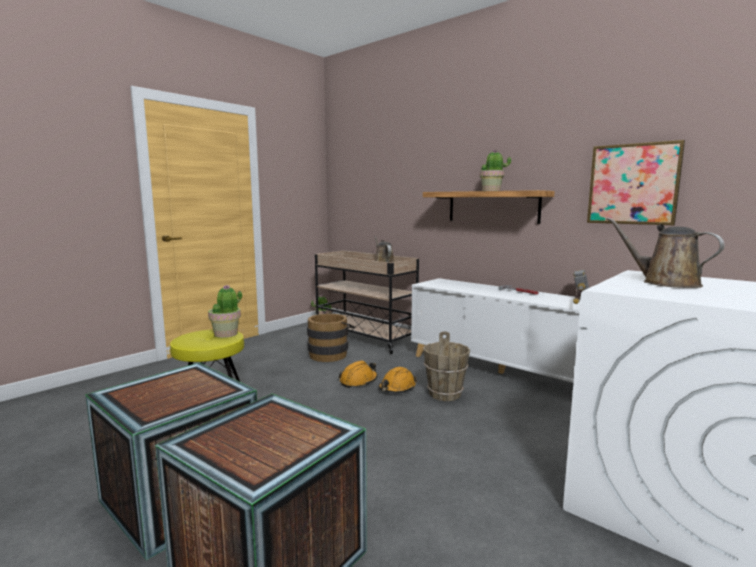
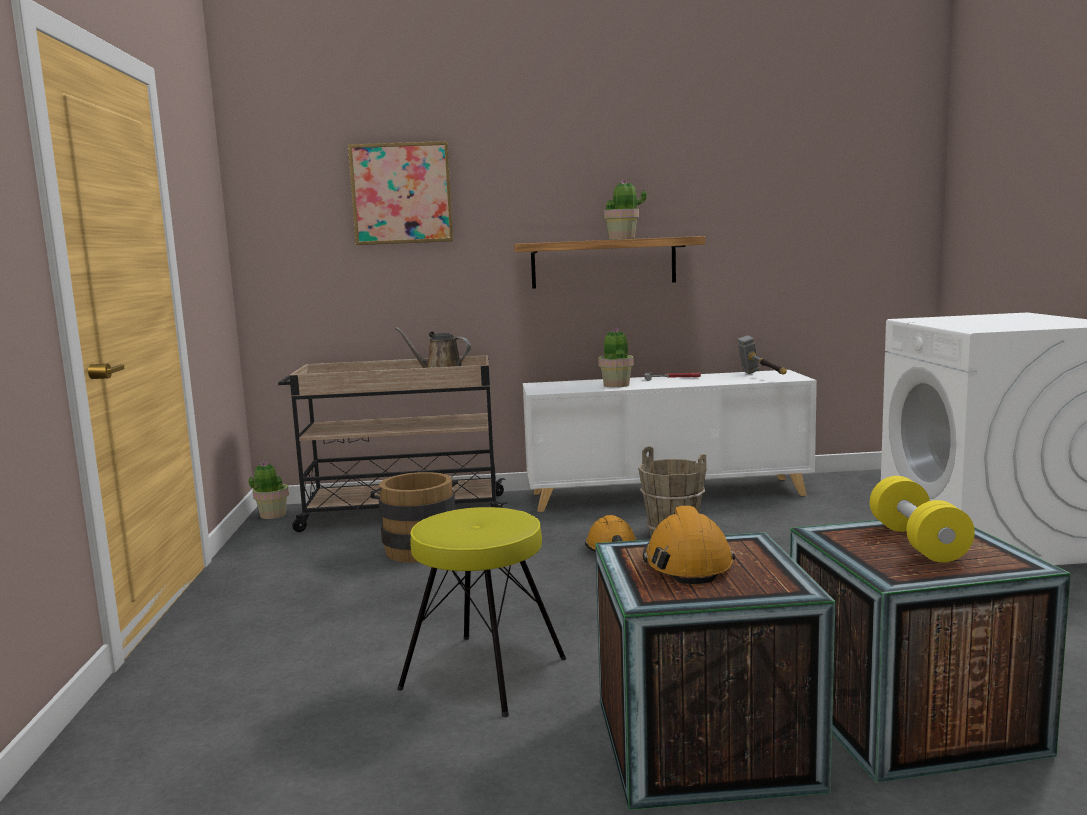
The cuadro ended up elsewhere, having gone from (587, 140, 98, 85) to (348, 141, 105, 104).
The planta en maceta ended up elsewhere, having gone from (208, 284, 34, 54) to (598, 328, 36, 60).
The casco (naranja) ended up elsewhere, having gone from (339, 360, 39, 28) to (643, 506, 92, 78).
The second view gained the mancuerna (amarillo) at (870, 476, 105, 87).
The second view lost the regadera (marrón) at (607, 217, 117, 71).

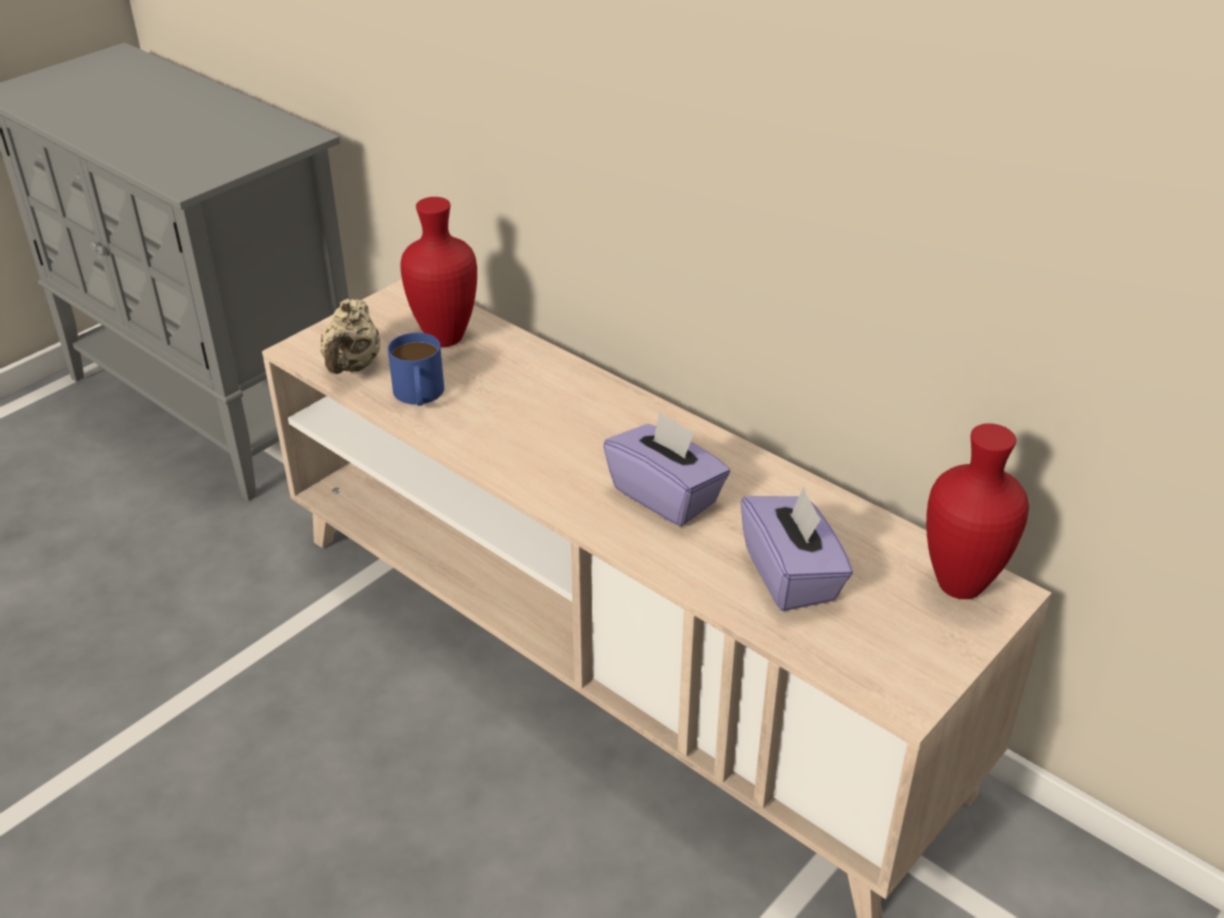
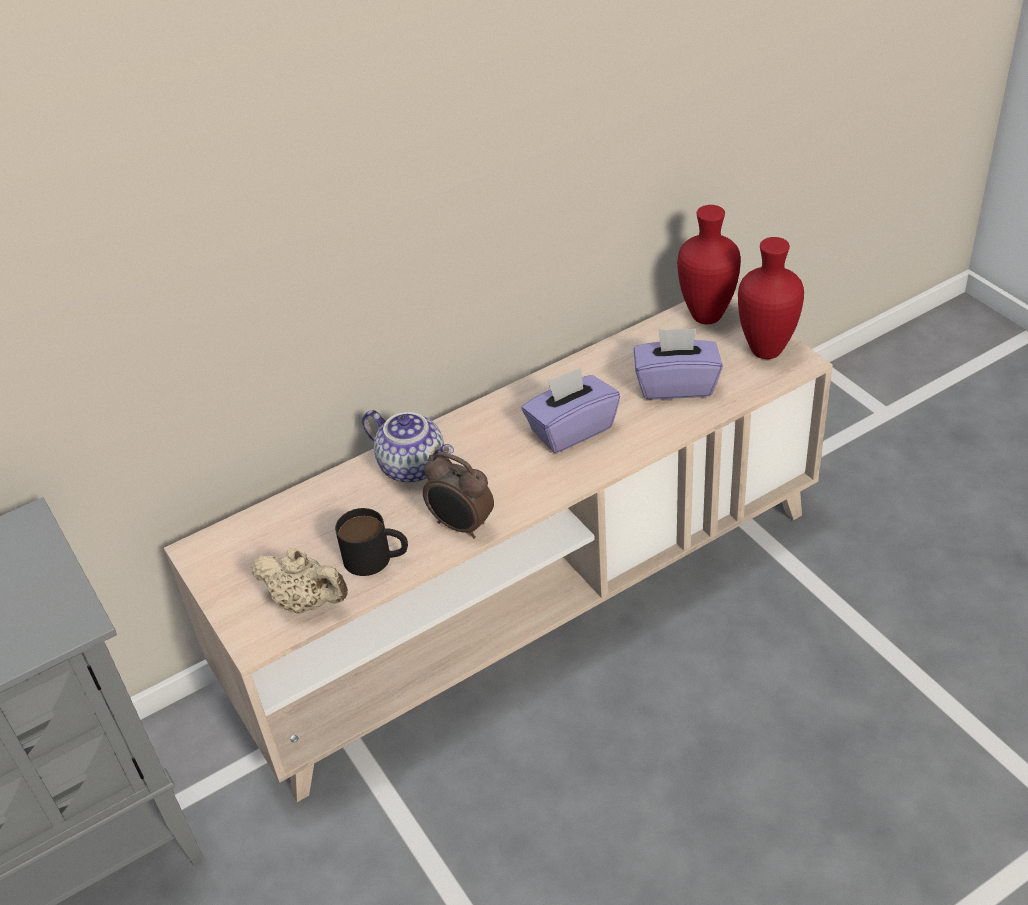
What was the taza grande (azul) at (388, 333, 56, 73) turned into the taza grande (negro) at (335, 508, 73, 68).
The second view gained the tetera at (362, 410, 92, 73).
The second view gained the despertador at (423, 452, 71, 87).
The florero (rojo) ended up elsewhere, having gone from (400, 197, 77, 150) to (738, 237, 66, 122).

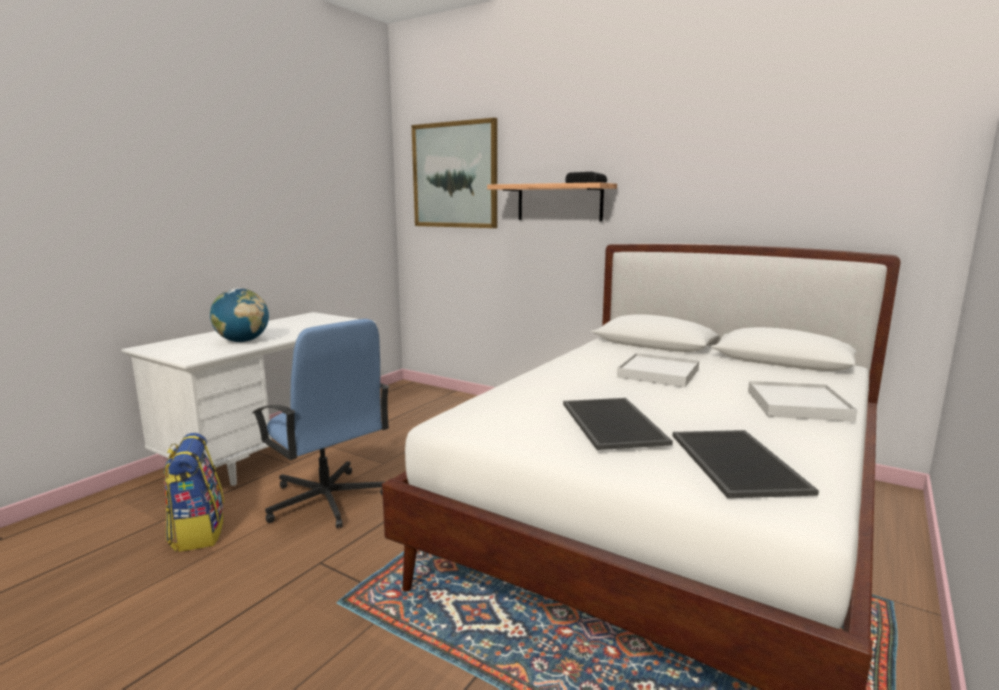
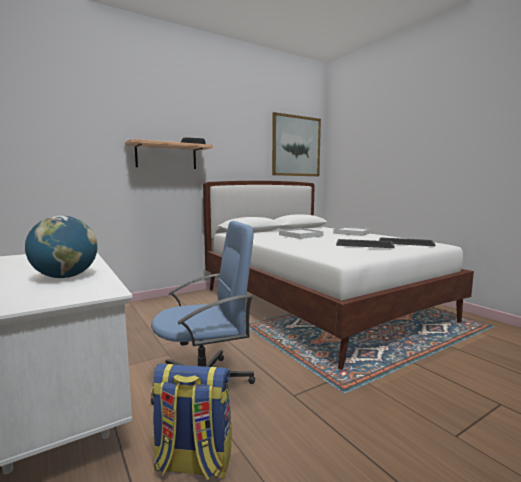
The cuadro ended up elsewhere, having gone from (412, 118, 85, 110) to (272, 112, 49, 64).

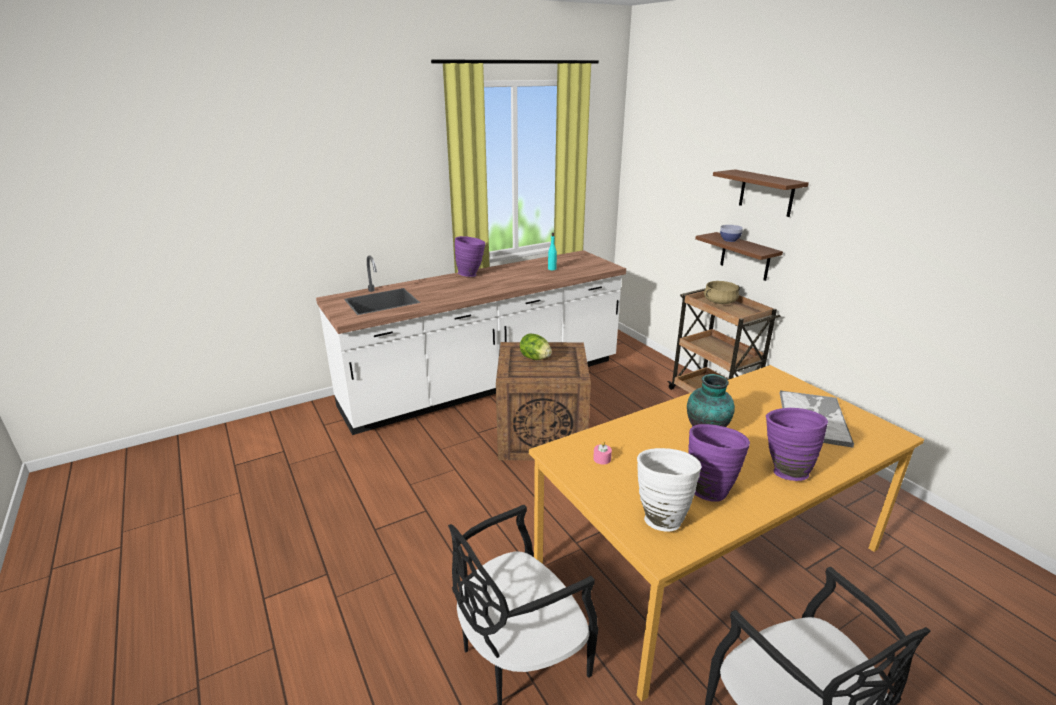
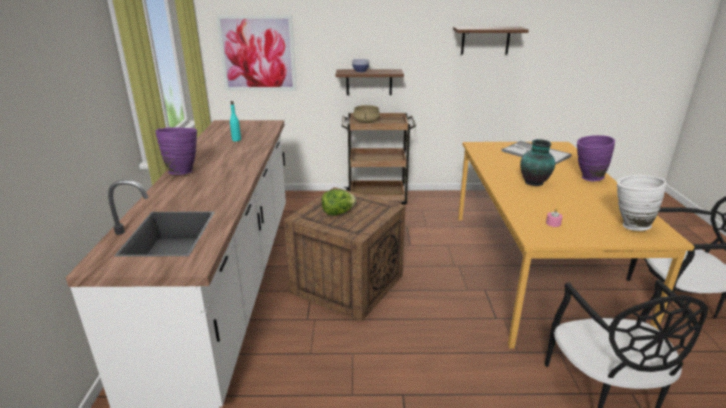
The second view gained the cuadro at (216, 15, 80, 76).
The estante (marrón) ended up elsewhere, having gone from (713, 169, 96, 48) to (453, 27, 76, 28).
The second view lost the florero (morado) at (688, 424, 62, 78).

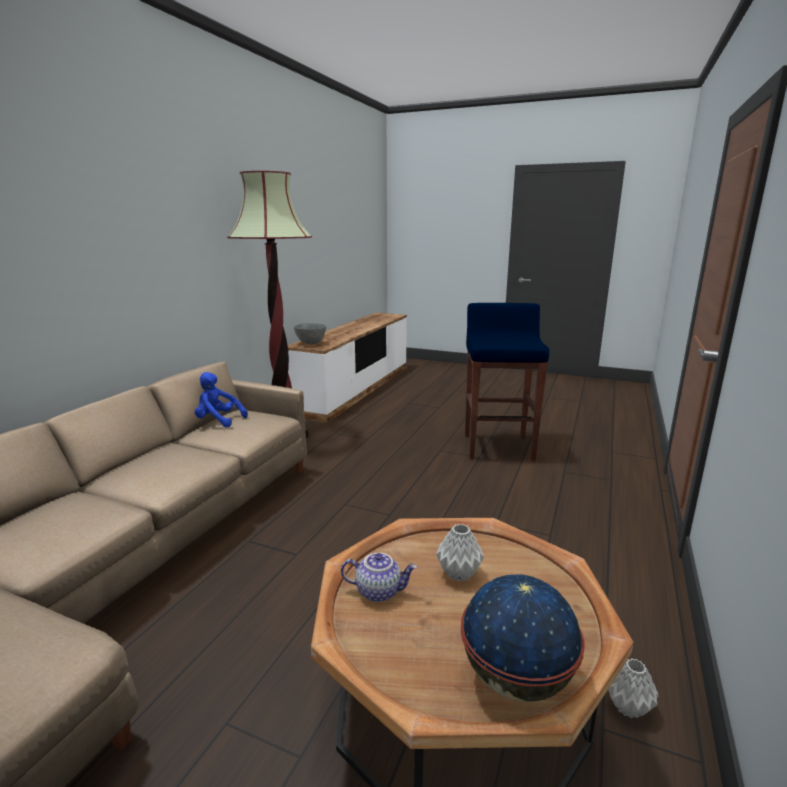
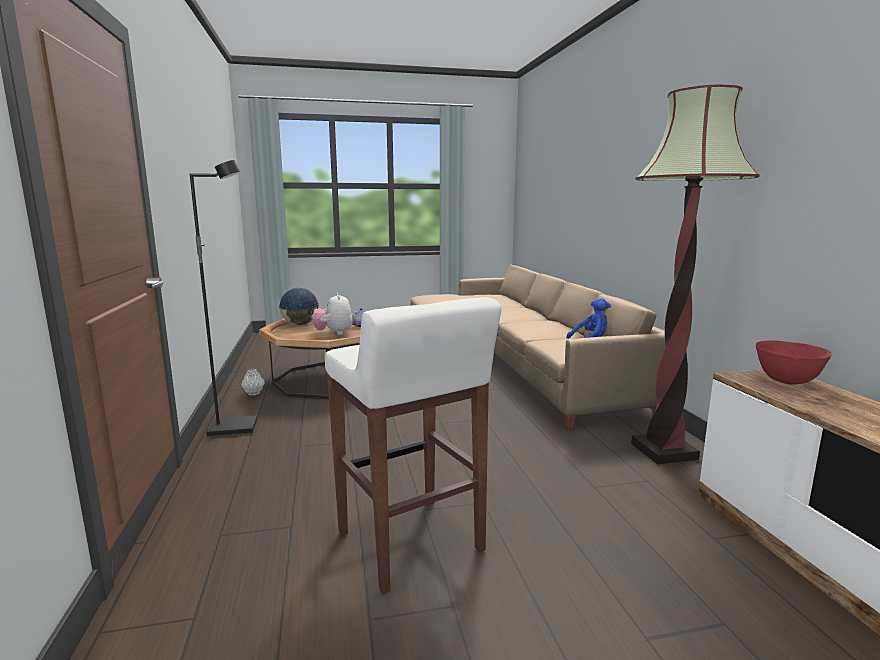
The second view gained the lámpara de pie (negro) at (190, 160, 67, 277).
Where the florero (gris) stood at (436, 524, 48, 58), the peluche came to stand at (313, 293, 40, 42).
What was the taburete (azul) at (465, 303, 84, 158) turned into the taburete (blanco) at (325, 297, 177, 297).
What was the cuenco (gris) at (294, 323, 32, 21) turned into the cuenco (rojo) at (756, 340, 76, 45).

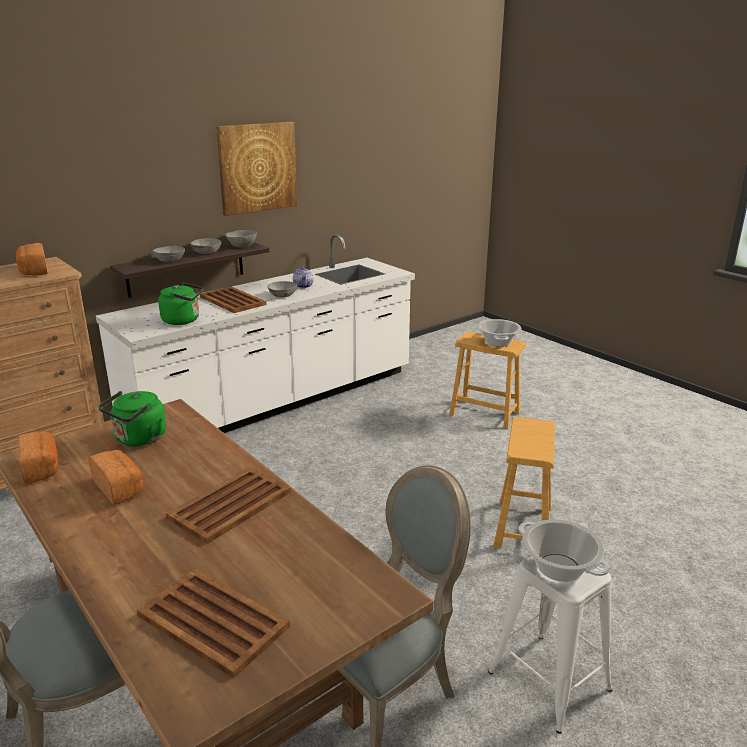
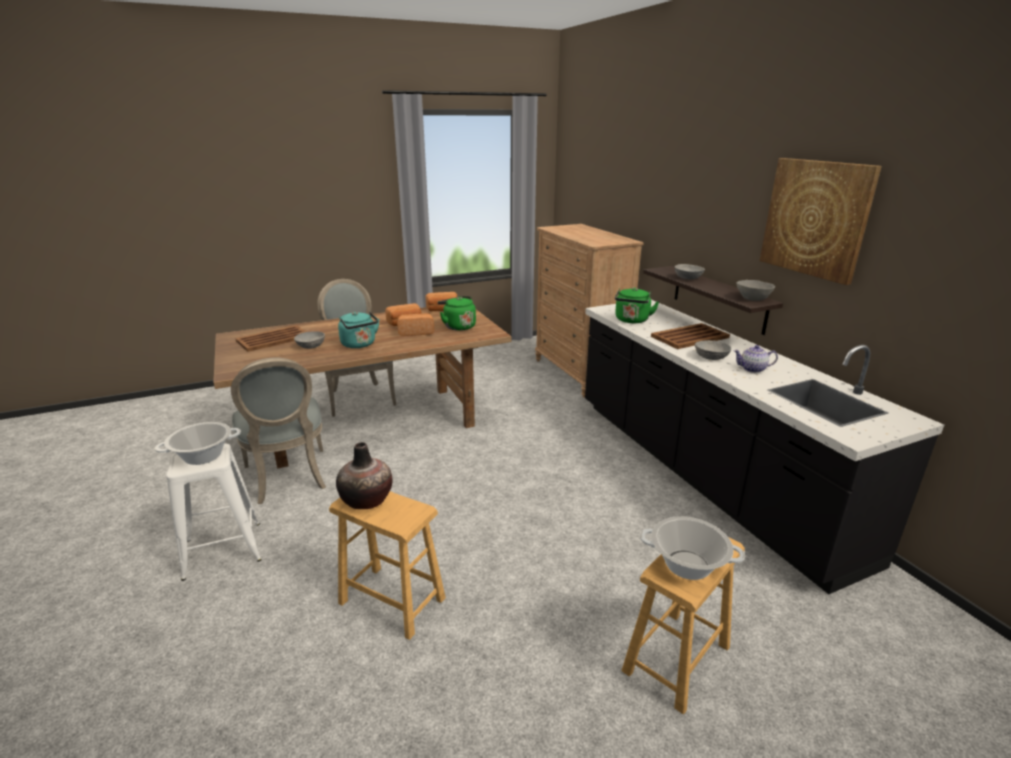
The cuenco (gris) ended up elsewhere, having gone from (190, 238, 31, 16) to (294, 331, 31, 18).
The second view gained the florero at (336, 442, 56, 67).
Where the bandeja (marrón) stood at (166, 467, 125, 77), the hervidor (turquesa) came to stand at (338, 311, 41, 37).
The pan ended up elsewhere, having gone from (16, 243, 31, 32) to (397, 313, 37, 23).
What was the mueble bajo de cocina (blanco) at (96, 234, 319, 199) turned into the mueble bajo de cocina (negro) at (585, 300, 359, 294).

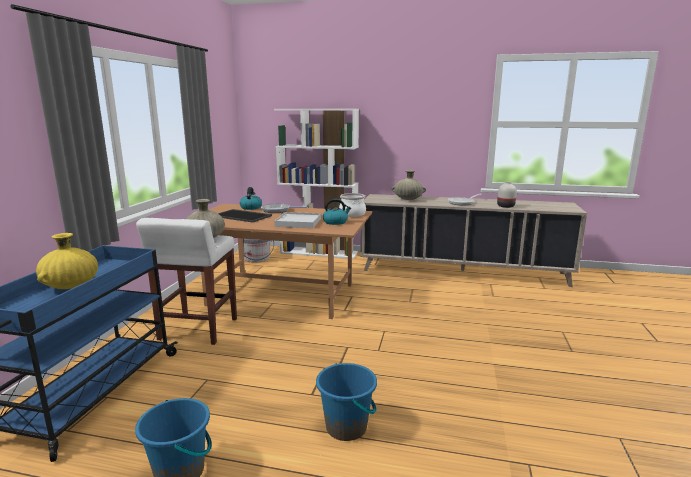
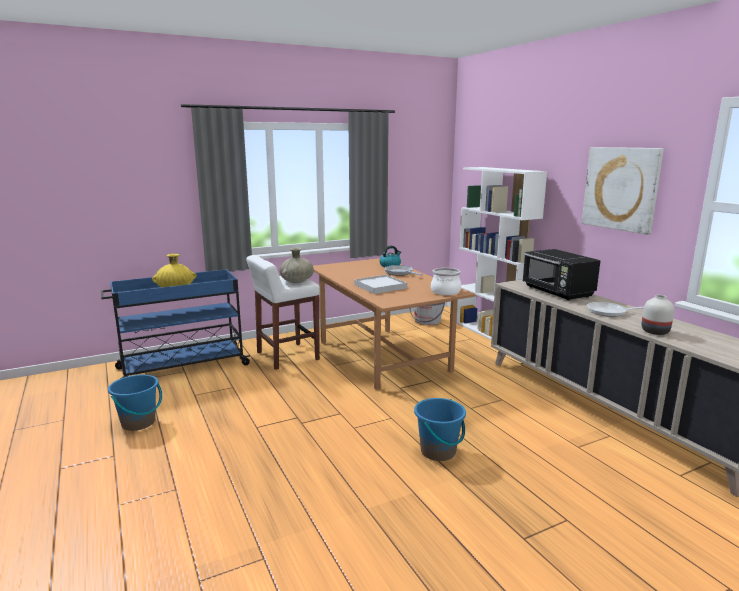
The cubo (azul) ended up elsewhere, having gone from (316, 363, 61, 78) to (414, 398, 52, 63).
Where the florero (beis) stood at (392, 170, 34, 30), the microondas (negro) came to stand at (523, 249, 78, 52).
The second view gained the cuadro at (582, 147, 82, 88).
The second view lost the bandeja at (218, 209, 54, 14).
The second view lost the hervidor at (323, 199, 28, 26).

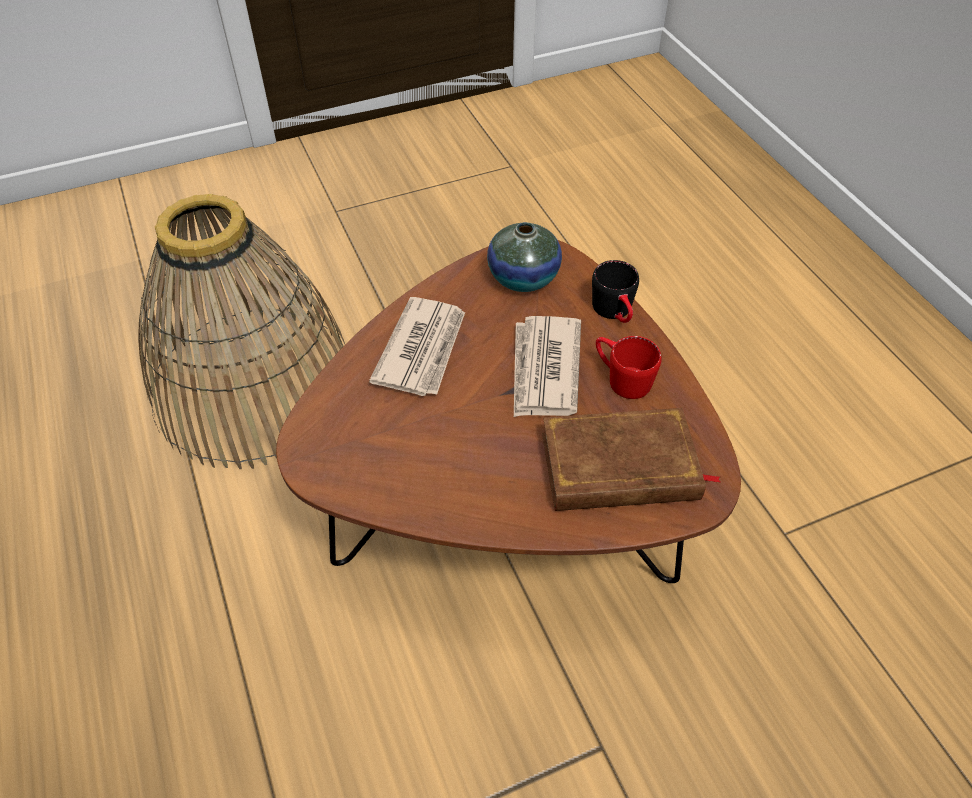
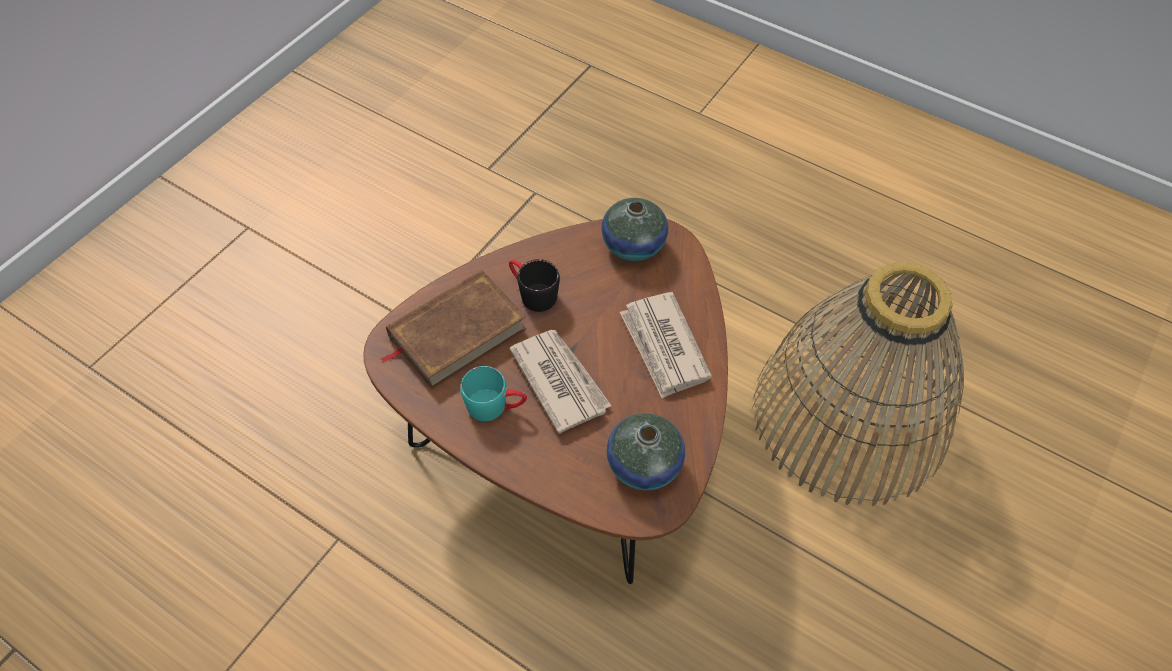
What was the taza grande (rojo) at (596, 336, 65, 63) turned into the taza grande (turquesa) at (460, 366, 67, 56).
The taza grande (negro) ended up elsewhere, having gone from (592, 260, 47, 63) to (509, 259, 51, 53).
The second view gained the florero at (601, 198, 67, 63).

